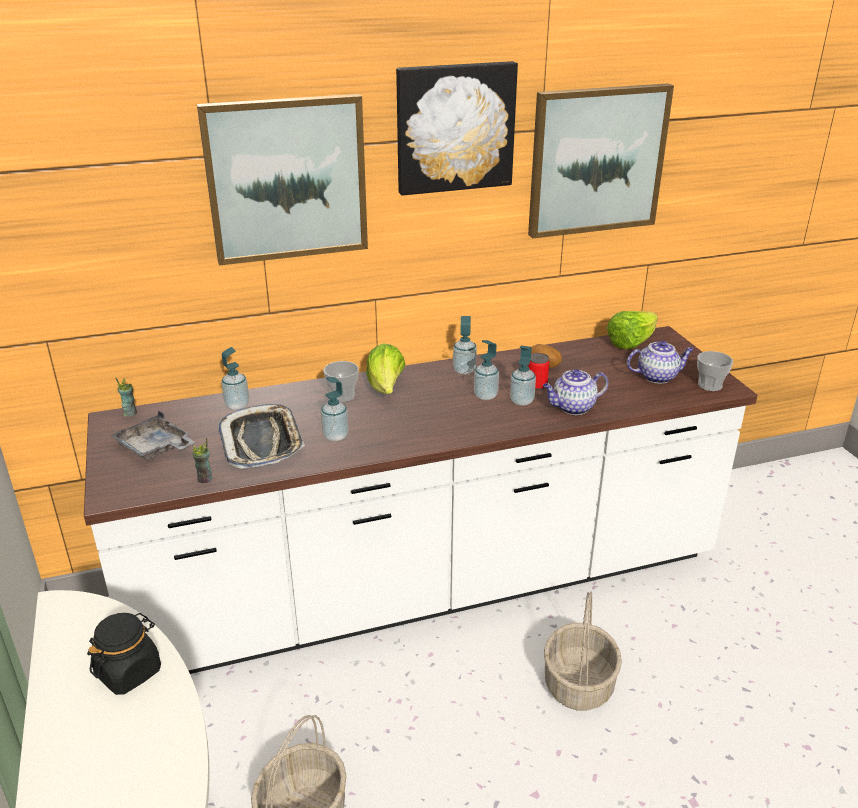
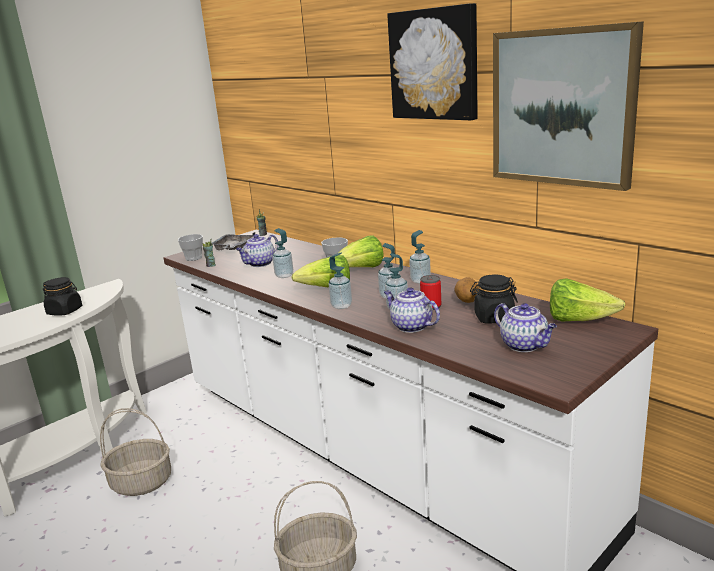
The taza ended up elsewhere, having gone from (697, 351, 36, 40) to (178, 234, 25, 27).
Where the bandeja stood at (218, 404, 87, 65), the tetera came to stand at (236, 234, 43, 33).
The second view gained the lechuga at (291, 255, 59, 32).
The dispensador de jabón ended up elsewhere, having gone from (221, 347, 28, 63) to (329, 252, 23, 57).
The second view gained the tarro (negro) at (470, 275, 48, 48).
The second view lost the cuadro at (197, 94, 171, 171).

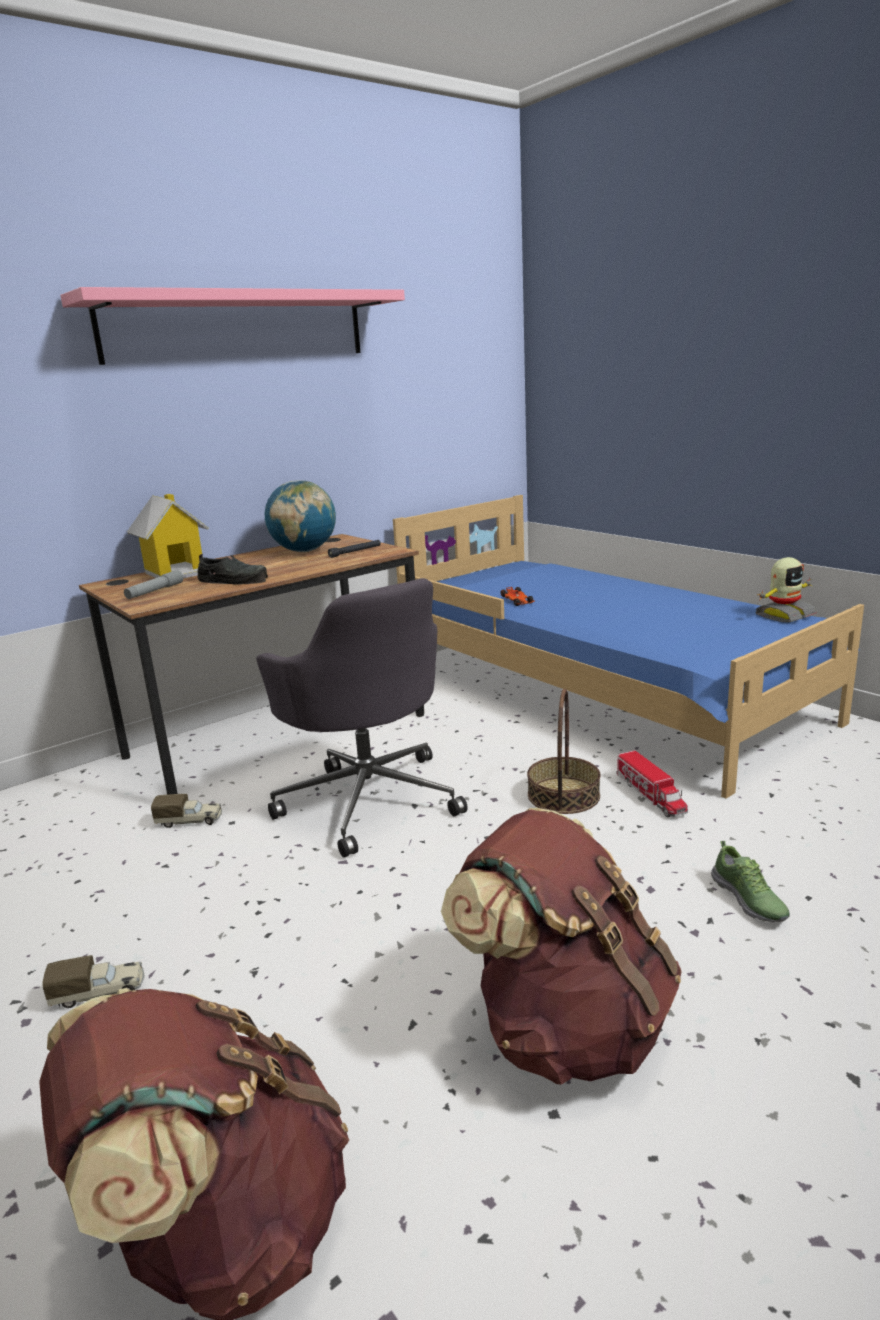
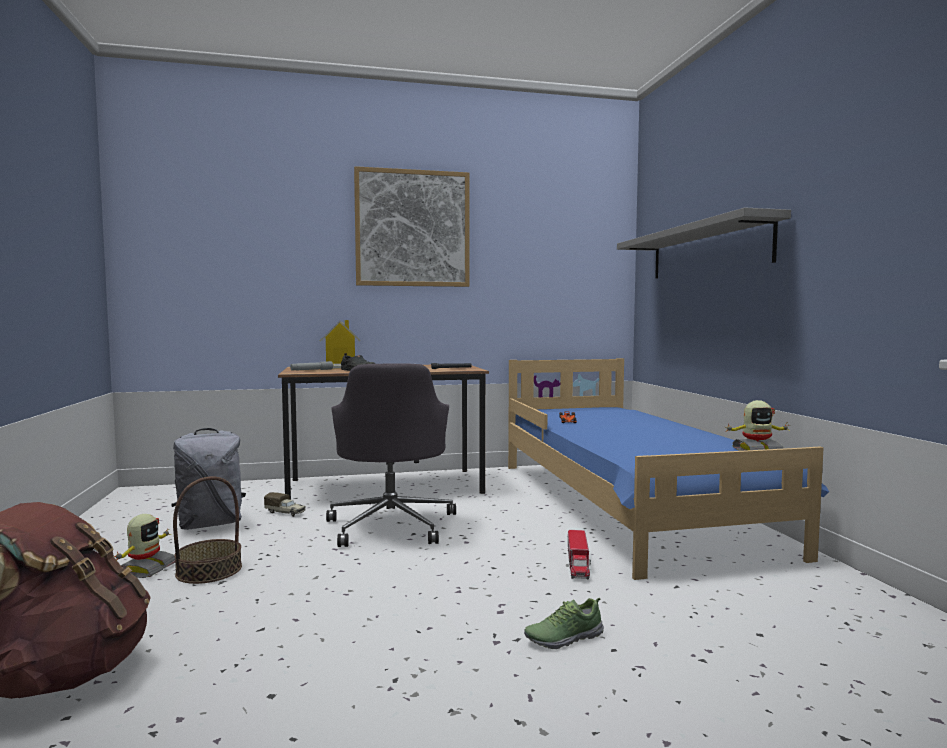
Where the camión de juguete stood at (42, 955, 103, 53), the robot de juguete came to stand at (114, 514, 61, 64).
The second view gained the mochila (gris) at (171, 428, 75, 102).
The cesta ended up elsewhere, having gone from (527, 689, 74, 125) to (173, 476, 69, 108).
Where the estante (rosa) hung at (60, 287, 345, 78), the cuadro came to hang at (354, 166, 116, 121).
The zapato at (711, 841, 79, 82) ended up facing another way, 60 degrees clockwise from before.
The second view gained the estante (gris) at (617, 208, 174, 71).
The second view lost the globo terráqueo at (265, 480, 71, 72).
The second view lost the mochila (marrón) at (441, 808, 241, 277).

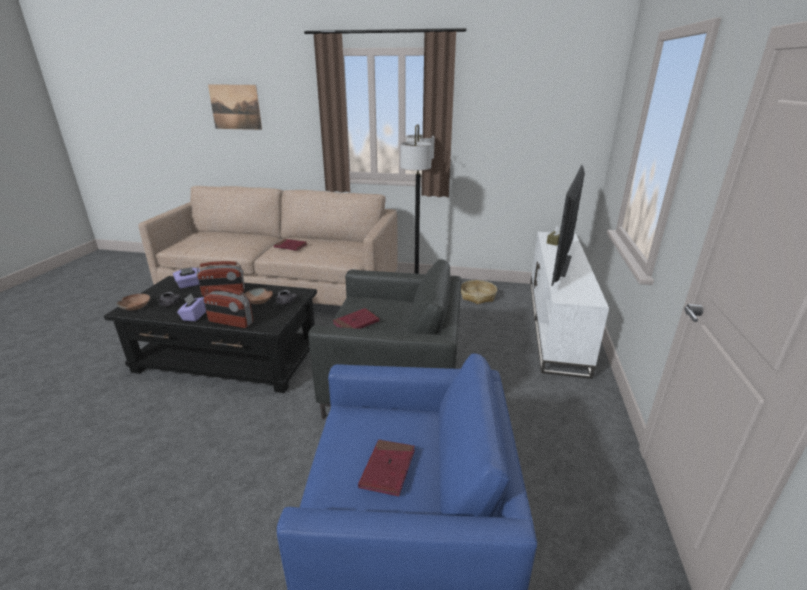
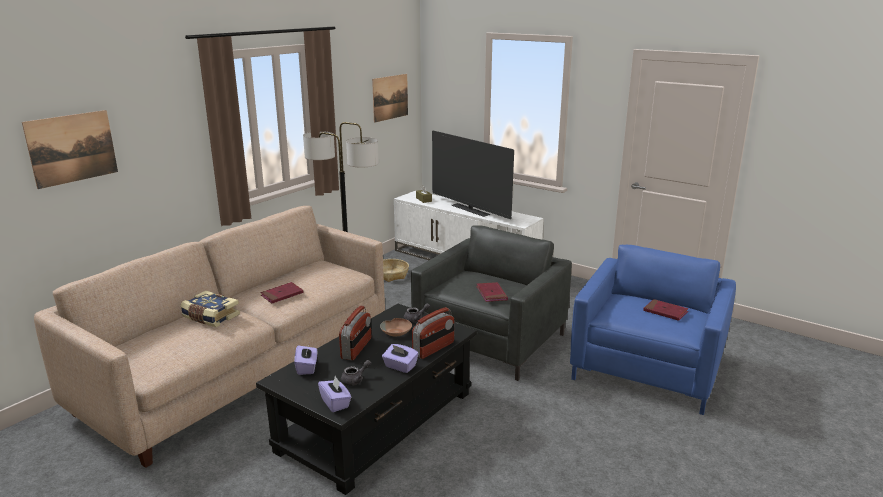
The second view gained the libro at (180, 291, 60, 36).
Where the cuenco (marrón) stood at (117, 294, 33, 16), the caja de pañuelos (morado) came to stand at (318, 376, 33, 36).
The second view gained the cuadro at (372, 74, 36, 49).

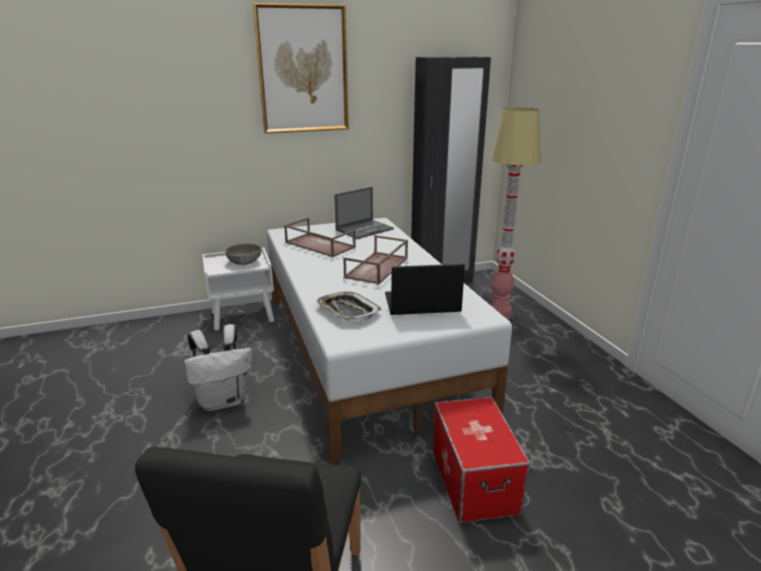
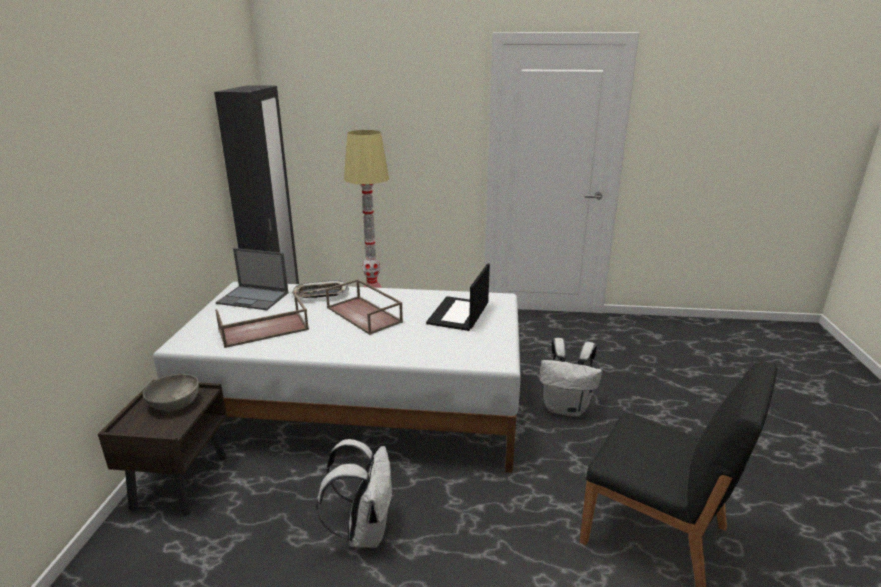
What was the mesita de noche (blanco) at (202, 247, 72, 84) turned into the mesita de noche (marrón) at (98, 380, 129, 135).
The portátil at (334, 187, 60, 52) ended up facing another way, 120 degrees clockwise from before.
The bandeja ended up elsewhere, having gone from (316, 292, 66, 30) to (292, 280, 57, 18).
Where the caja de almacenaje stood at (433, 397, 97, 126), the mochila (blanco) came to stand at (539, 338, 63, 79).
The second view lost the cuadro at (253, 3, 96, 131).

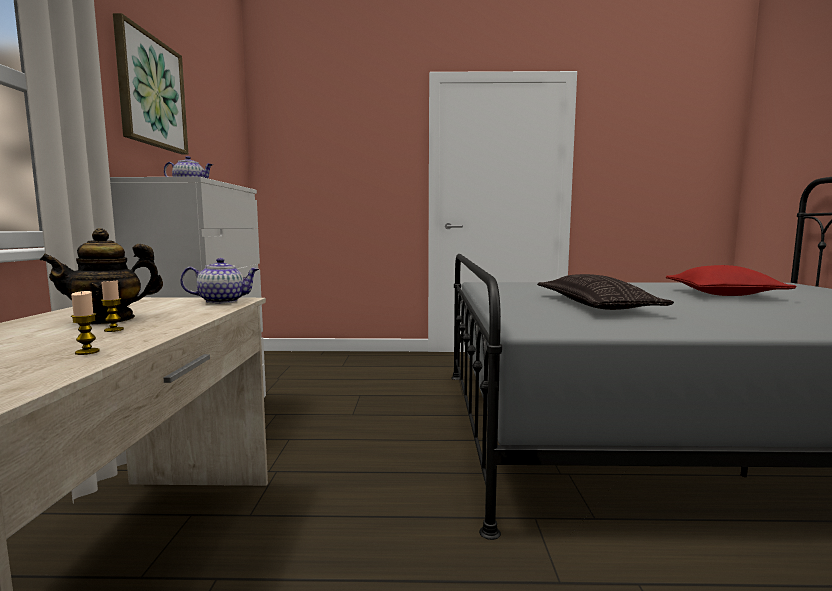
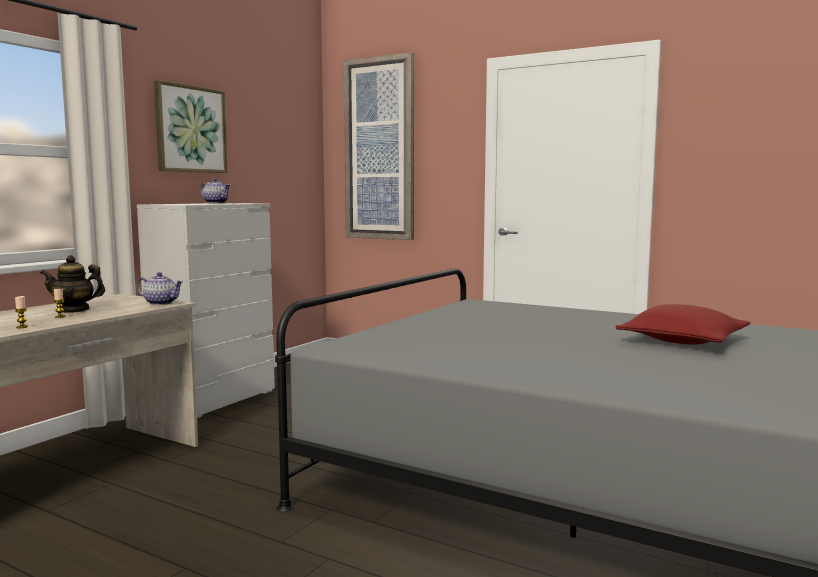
The second view gained the cuadro at (344, 52, 70, 188).
The second view lost the cojín at (537, 274, 137, 36).

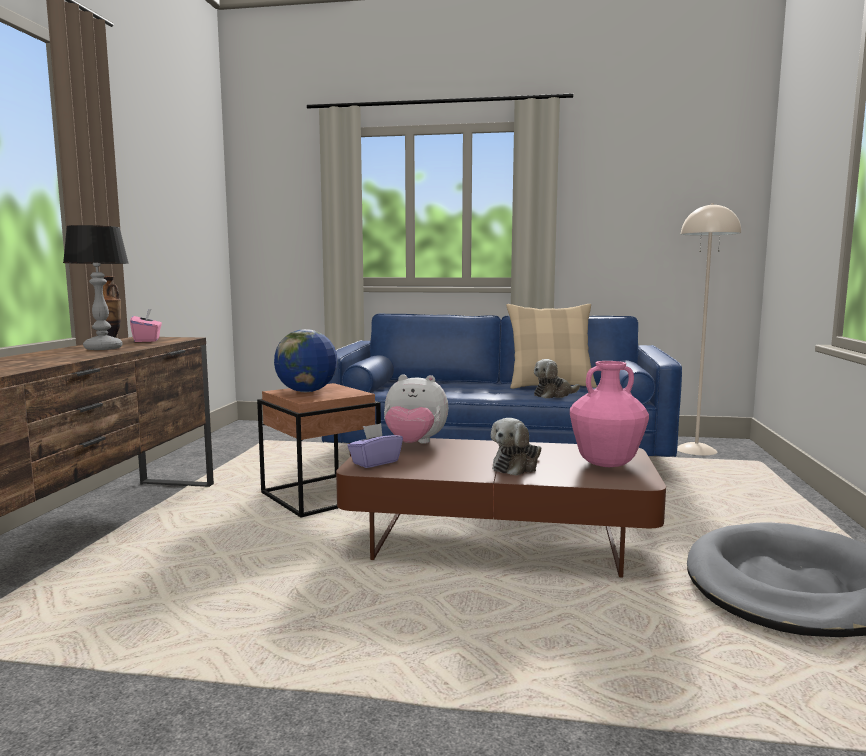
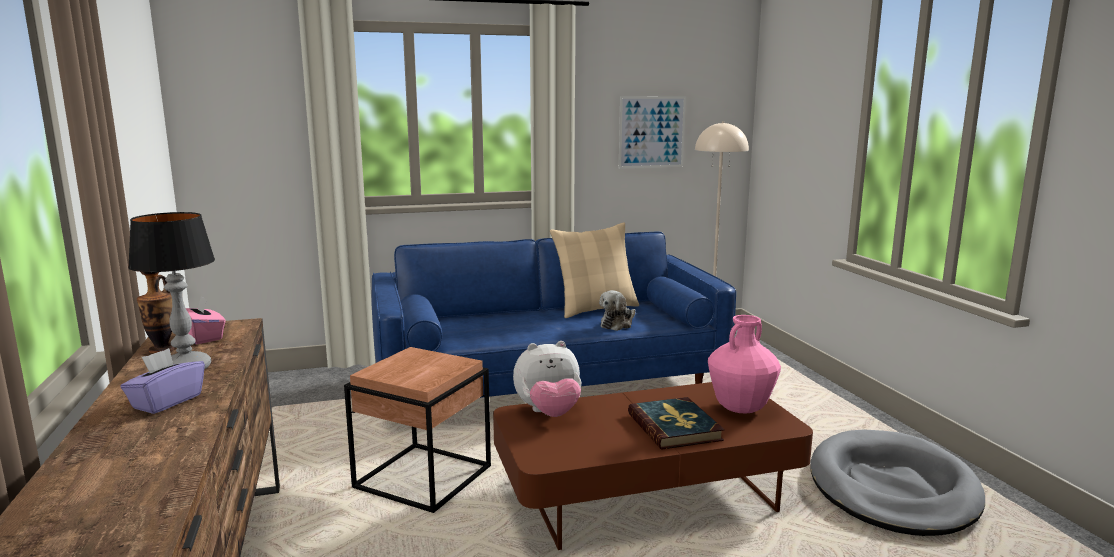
The caja de pañuelos (morado) ended up elsewhere, having gone from (347, 423, 56, 45) to (121, 348, 84, 66).
The second view gained the cuadro at (619, 96, 67, 73).
Where the peluche stood at (491, 418, 50, 58), the libro came to stand at (628, 397, 97, 52).
The second view lost the globo terráqueo at (274, 329, 64, 63).

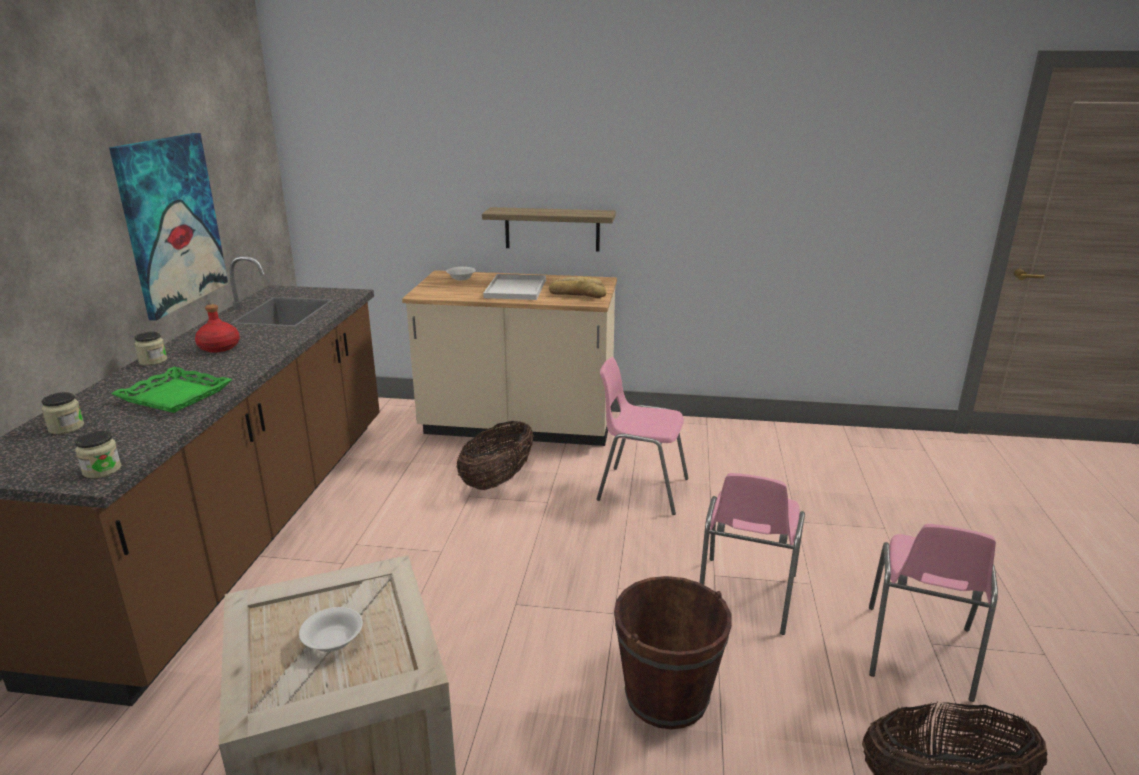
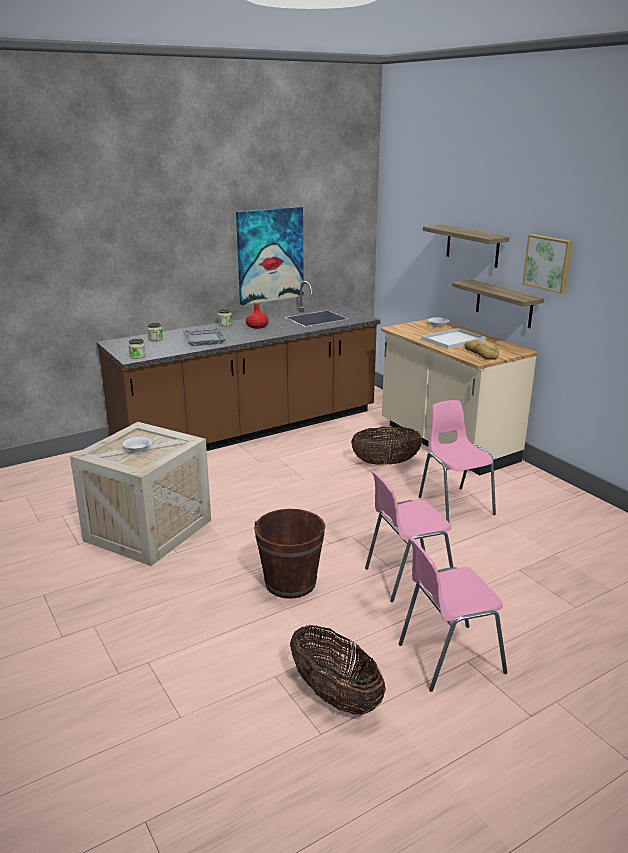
What was the bandeja (verde) at (111, 367, 121, 46) turned into the bandeja (gris) at (183, 327, 43, 19).
The second view gained the estante at (423, 225, 86, 43).
The second view gained the cuadro at (523, 234, 50, 60).

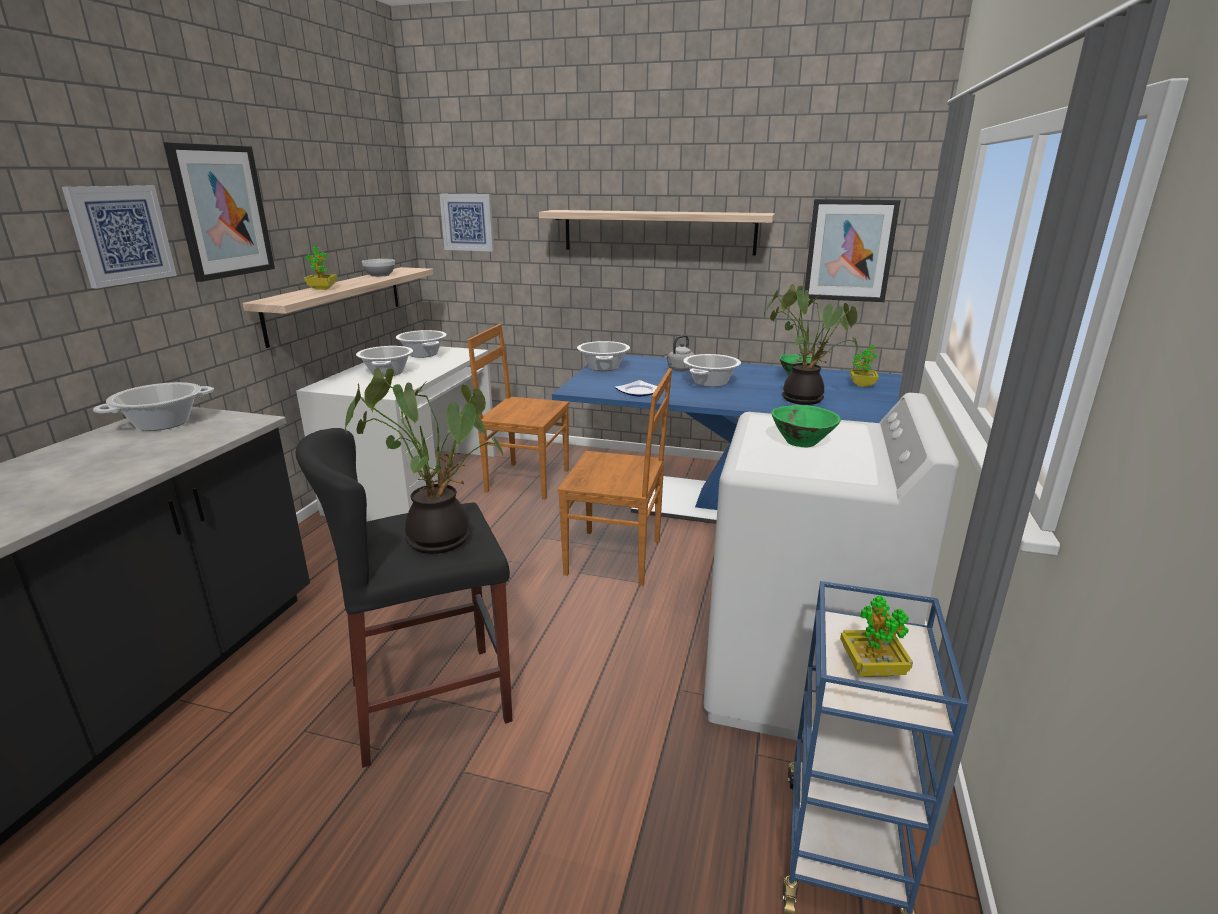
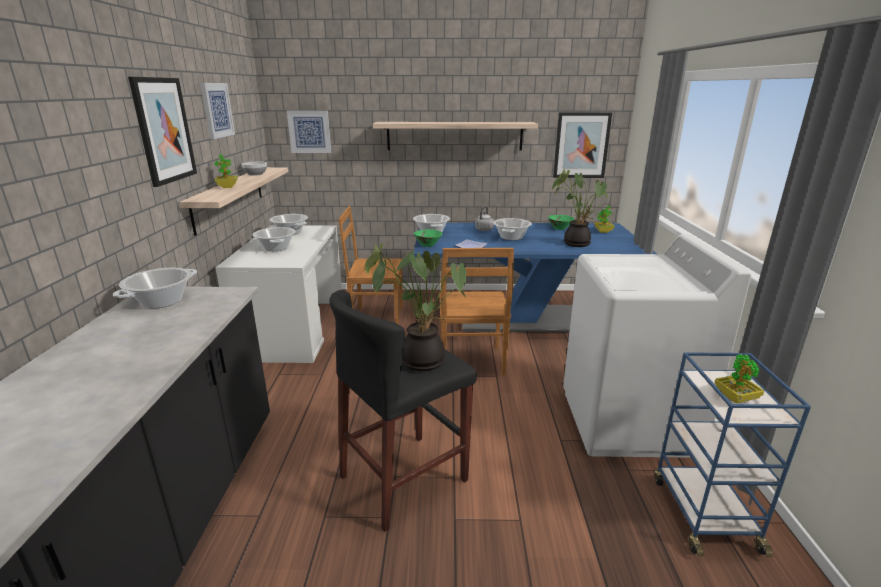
The cuadro ended up elsewhere, having gone from (62, 185, 115, 103) to (200, 83, 35, 56).
The cuenco (verde) ended up elsewhere, having gone from (771, 405, 70, 42) to (414, 229, 28, 18).
The silla (marrón) at (558, 368, 114, 218) ended up facing another way, 90 degrees clockwise from before.

